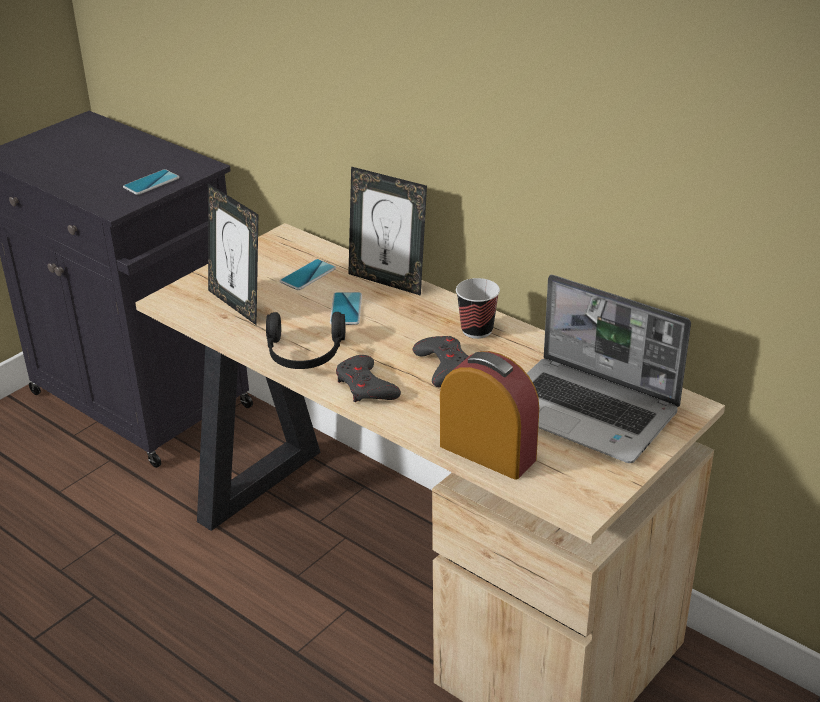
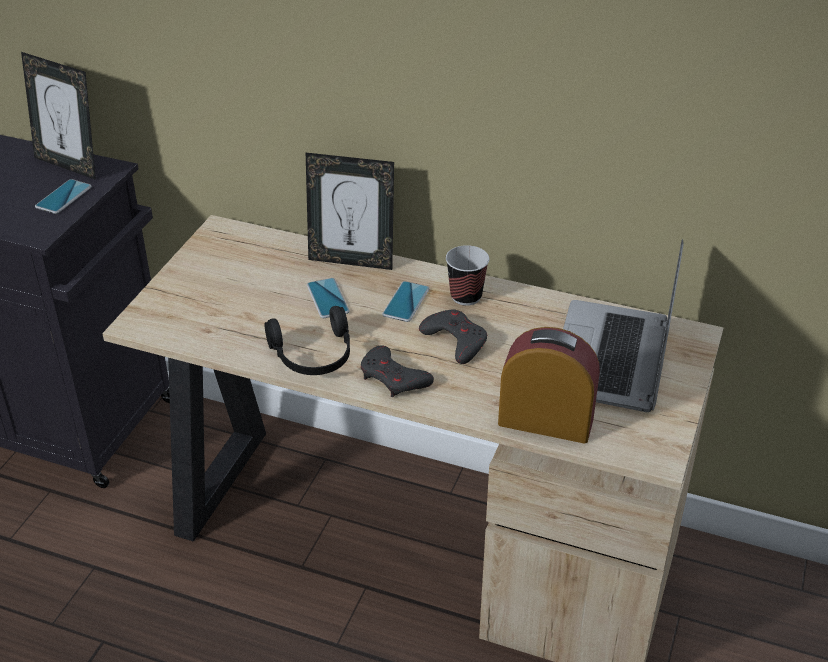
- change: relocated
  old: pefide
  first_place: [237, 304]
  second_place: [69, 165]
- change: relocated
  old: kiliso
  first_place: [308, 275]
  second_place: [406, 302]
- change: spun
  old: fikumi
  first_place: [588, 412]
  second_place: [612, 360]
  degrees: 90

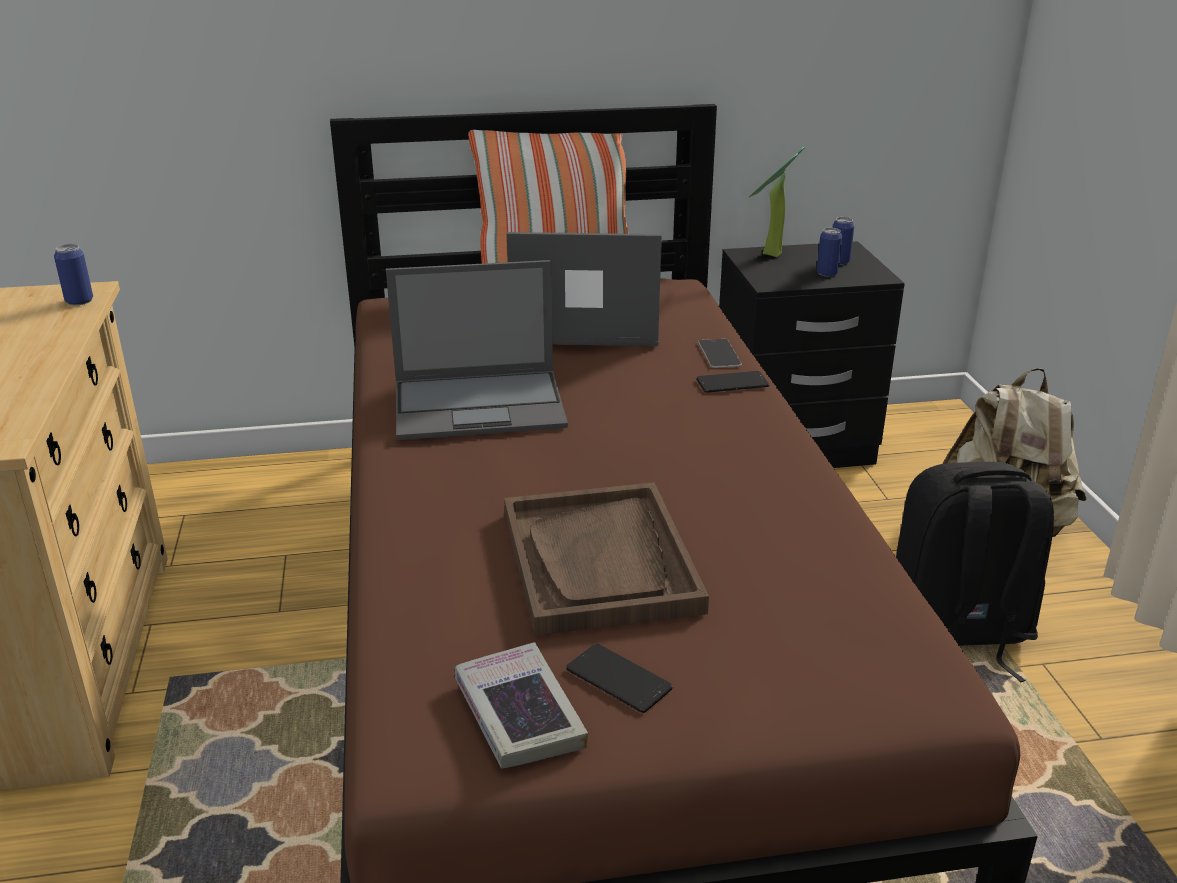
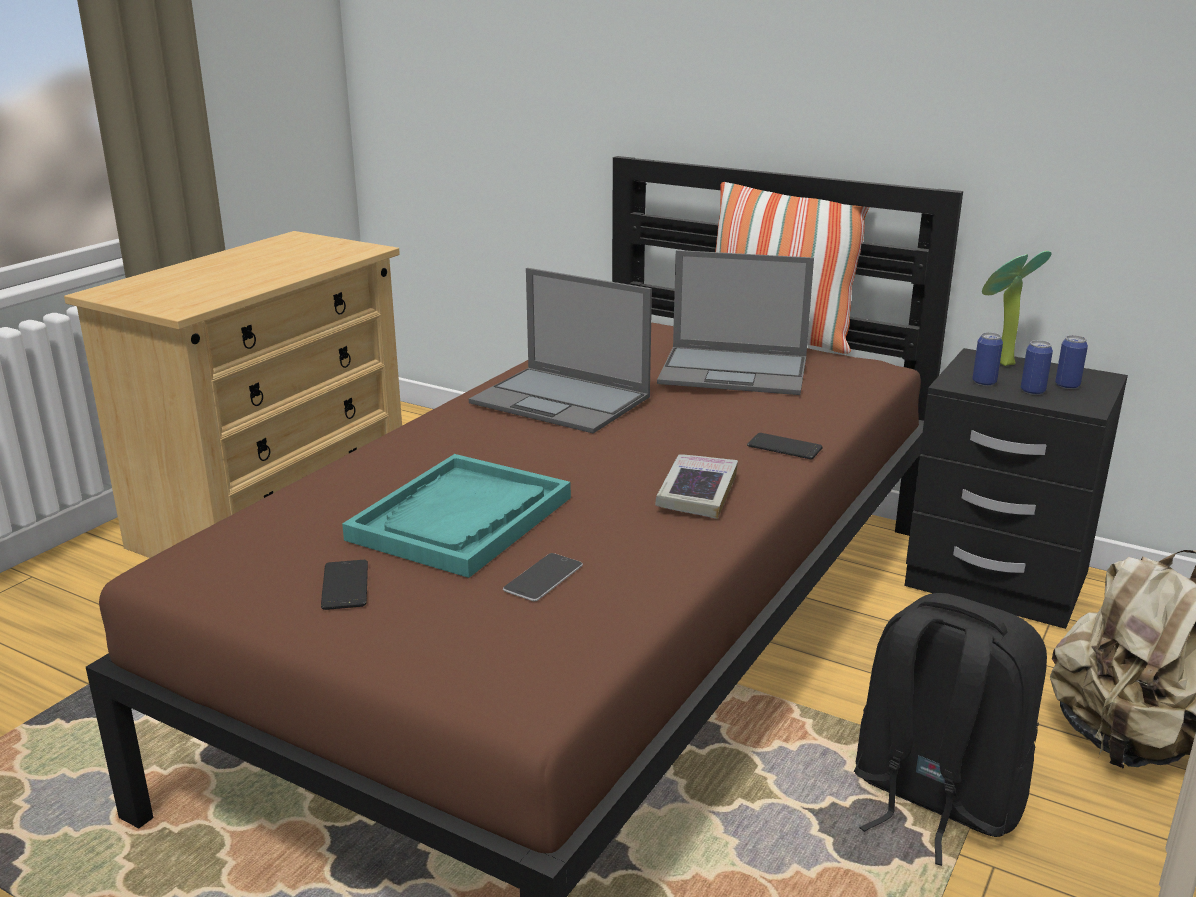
- change: relocated
  old: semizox
  first_place: [79, 301]
  second_place: [984, 382]
- change: relocated
  old: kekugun
  first_place: [519, 714]
  second_place: [697, 493]
- change: relocated
  old: kiliso
  first_place: [719, 354]
  second_place: [543, 577]
- change: colour
  old: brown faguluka
  new: turquoise faguluka
  first_place: [600, 561]
  second_place: [461, 519]
- change: spun
  old: fikumi
  first_place: [584, 324]
  second_place: [735, 371]
  degrees: 150

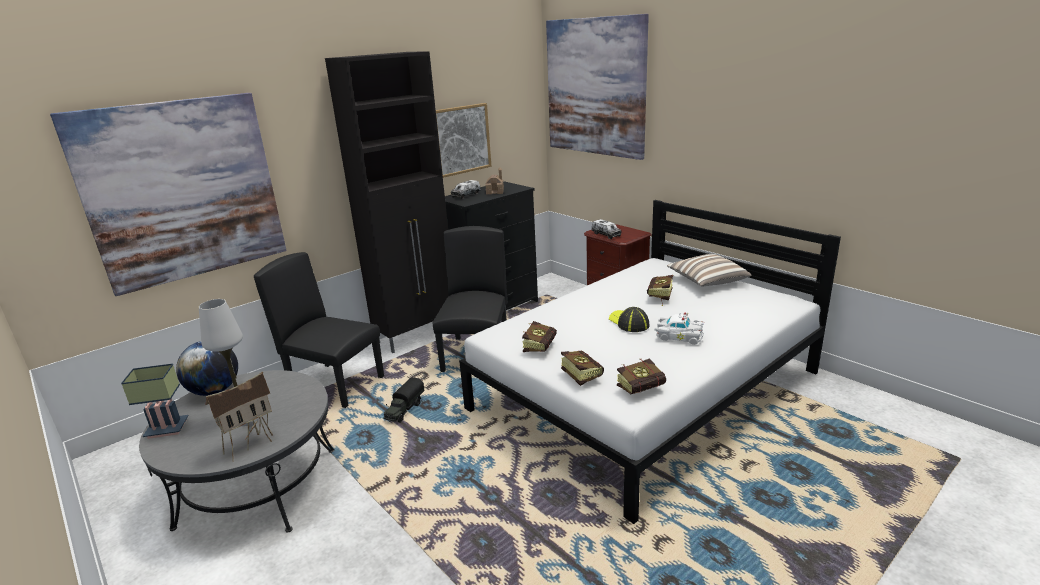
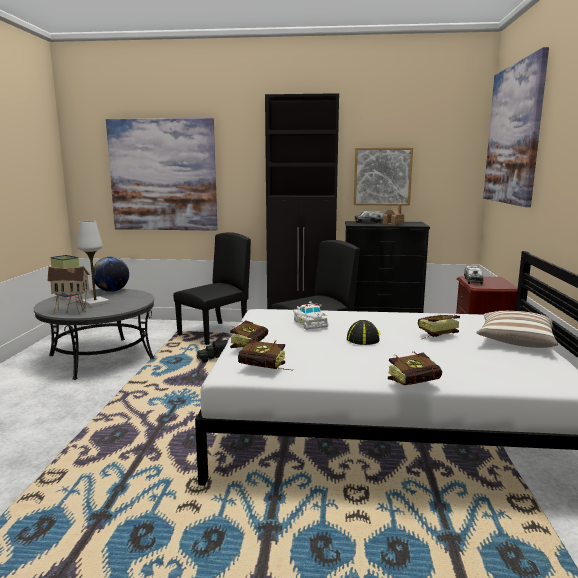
- change: relocated
  old: kekugun
  first_place: [541, 346]
  second_place: [418, 384]
- change: relocated
  old: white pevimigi
  first_place: [678, 336]
  second_place: [310, 323]
- change: spun
  old: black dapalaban
  first_place: [336, 384]
  second_place: [214, 333]
  degrees: 60

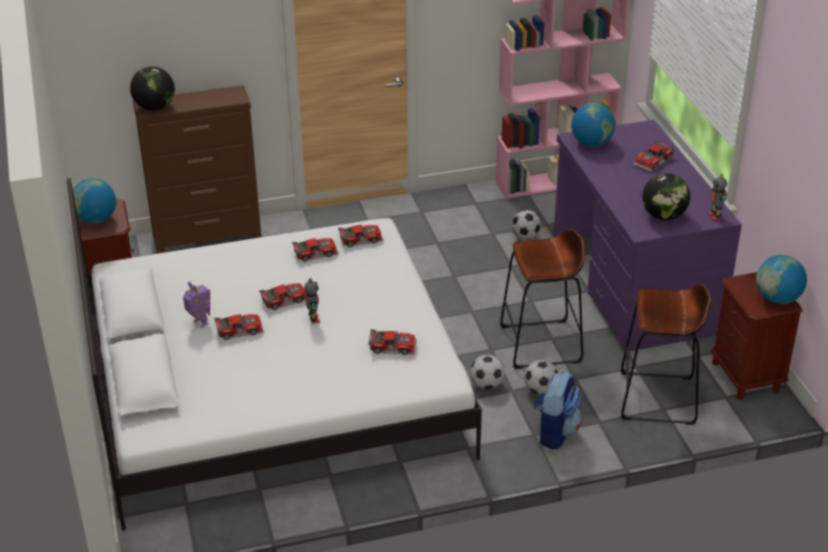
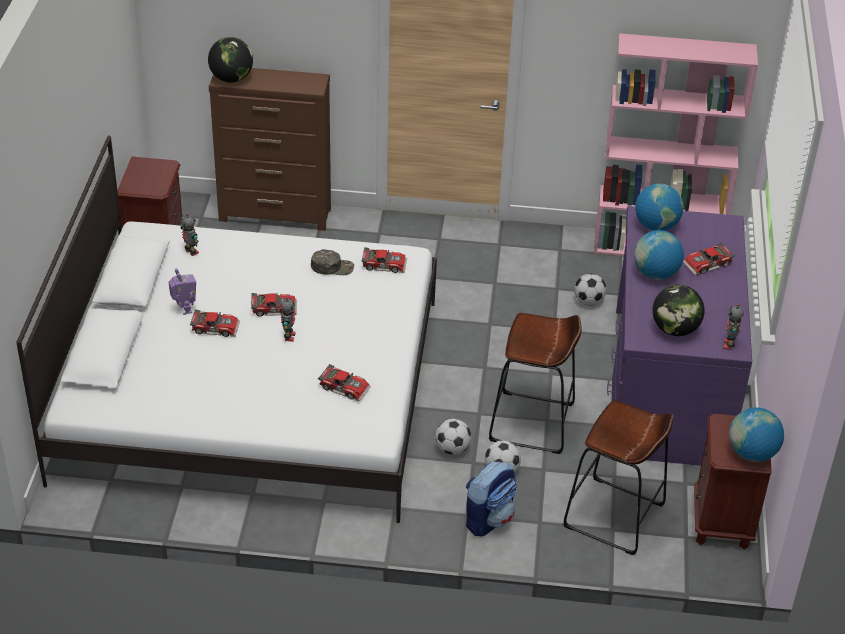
- change: appeared
  new: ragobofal
  second_place: [191, 252]
- change: relocated
  old: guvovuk
  first_place: [96, 219]
  second_place: [655, 274]
- change: exchanged
  old: pevimigi
  new: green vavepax
  first_place: [315, 252]
  second_place: [332, 267]

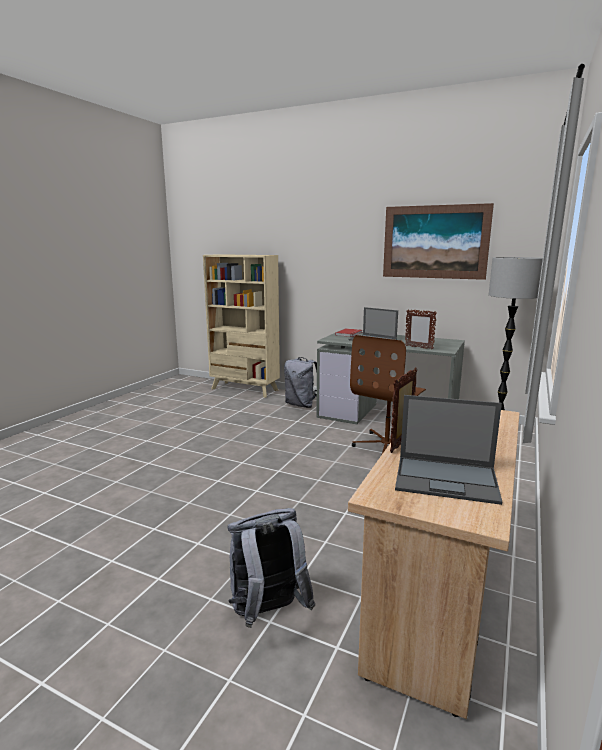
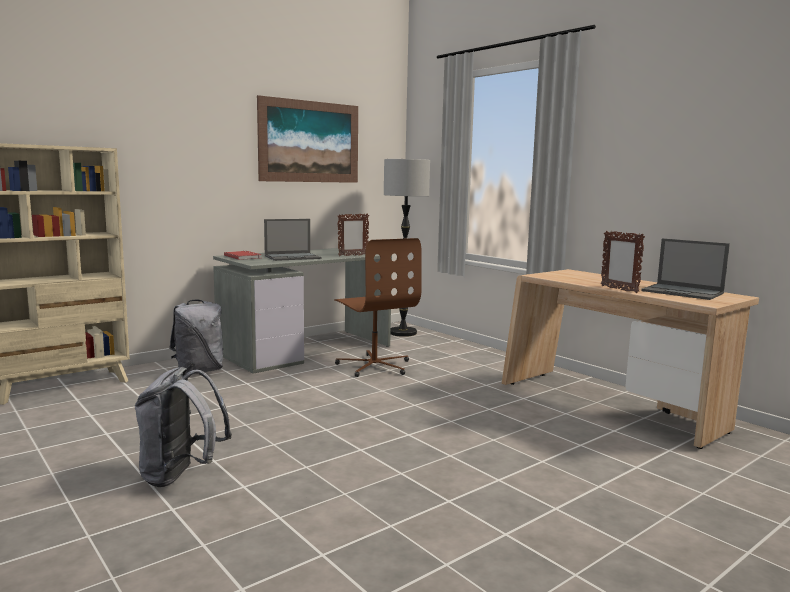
- change: relocated
  old: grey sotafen
  first_place: [267, 613]
  second_place: [181, 476]
- change: spun
  old: fikumi
  first_place: [447, 479]
  second_place: [683, 292]
  degrees: 90

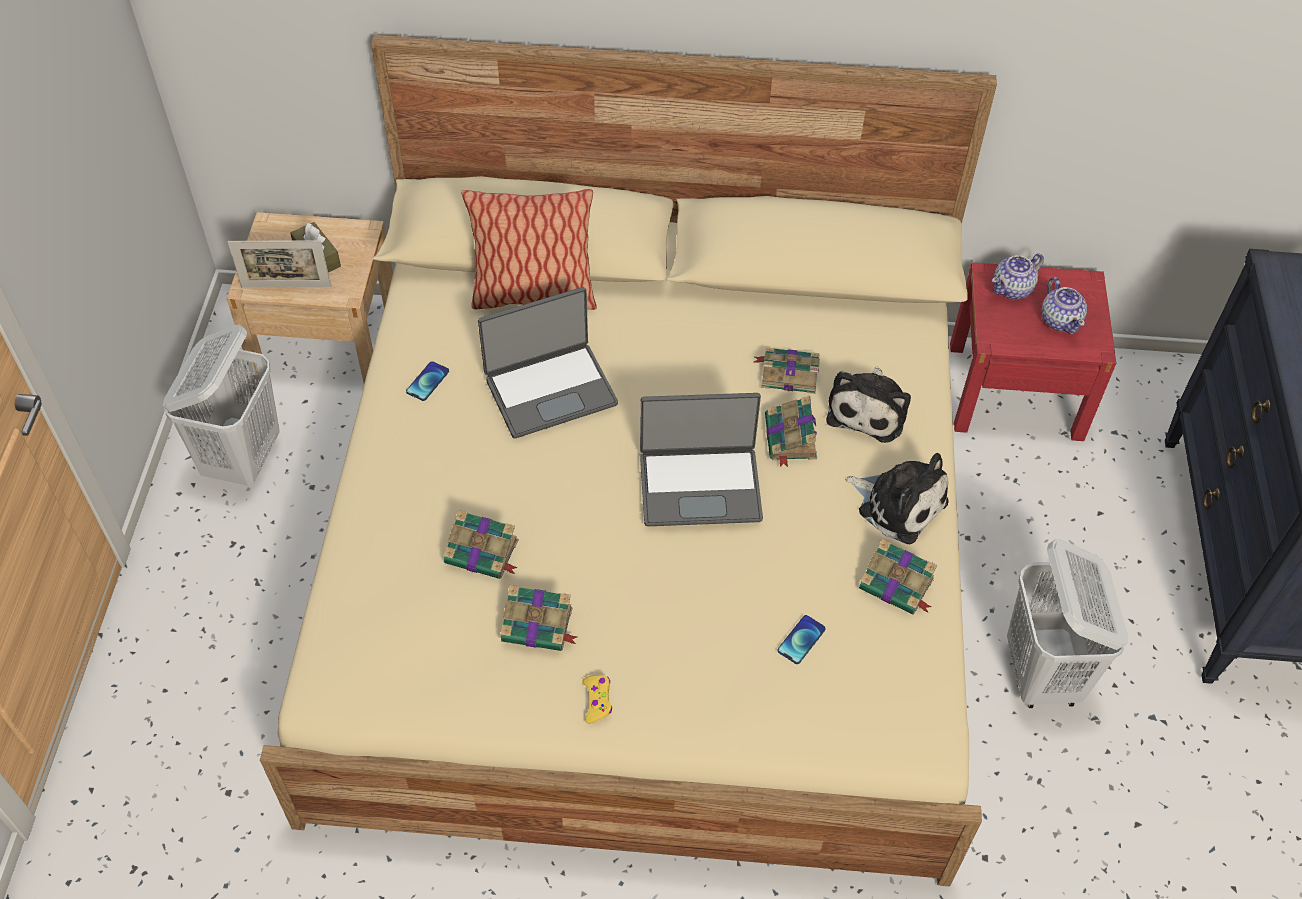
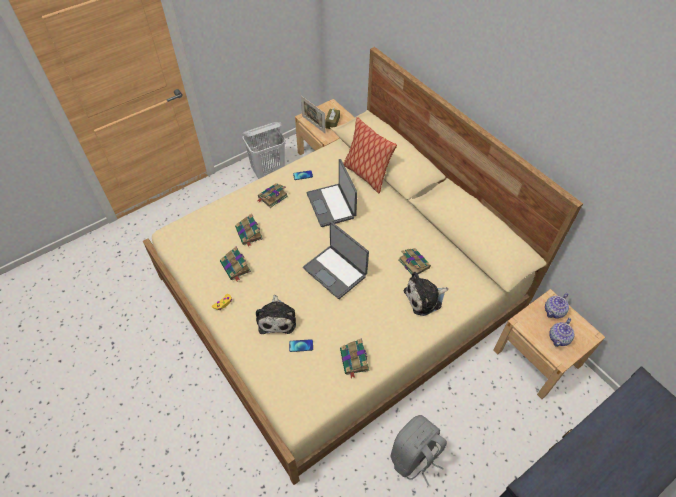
- change: relocated
  old: kekugun
  first_place: [790, 439]
  second_place: [272, 197]
- change: relocated
  old: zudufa
  first_place: [898, 504]
  second_place: [277, 318]
- change: exchanged
  old: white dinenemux
  new: grey sotafen
  first_place: [1042, 675]
  second_place: [414, 457]
- change: colour
  old: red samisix
  new: beige samisix
  first_place: [1015, 391]
  second_place: [537, 357]
- change: spun
  old: fikumi
  first_place: [550, 390]
  second_place: [332, 205]
  degrees: 45
- change: spun
  old: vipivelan
  first_place: [1013, 289]
  second_place: [554, 311]
  degrees: -60

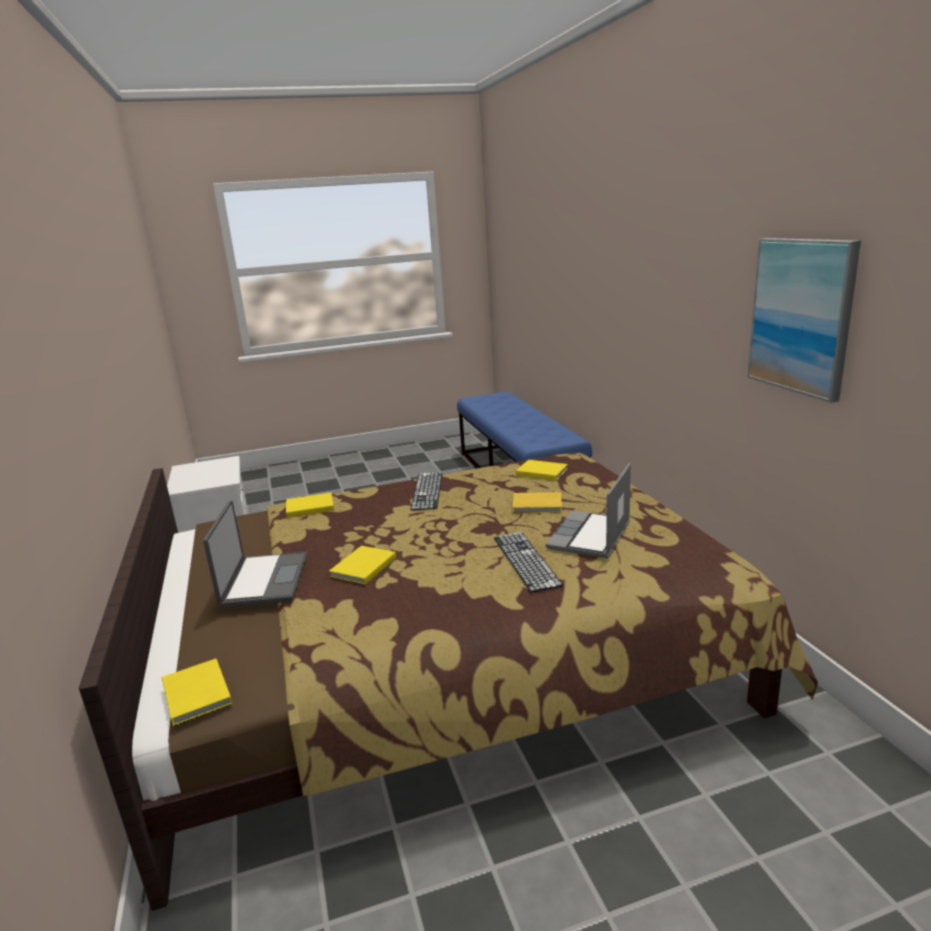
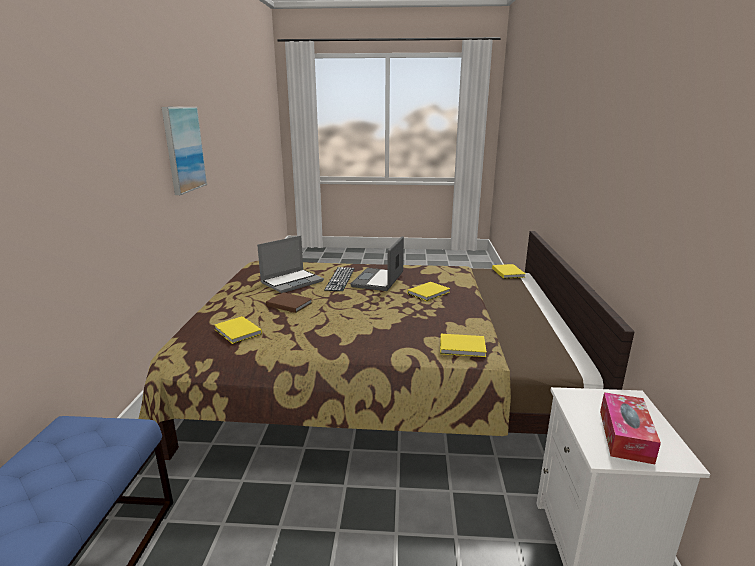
- change: missing
  old: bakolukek
  first_place: [427, 490]
- change: appeared
  new: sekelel
  second_place: [625, 436]
- change: relocated
  old: fikumi
  first_place: [263, 581]
  second_place: [378, 280]
- change: colour
  old: yellow kekugun
  new: brown kekugun
  first_place: [538, 505]
  second_place: [289, 304]

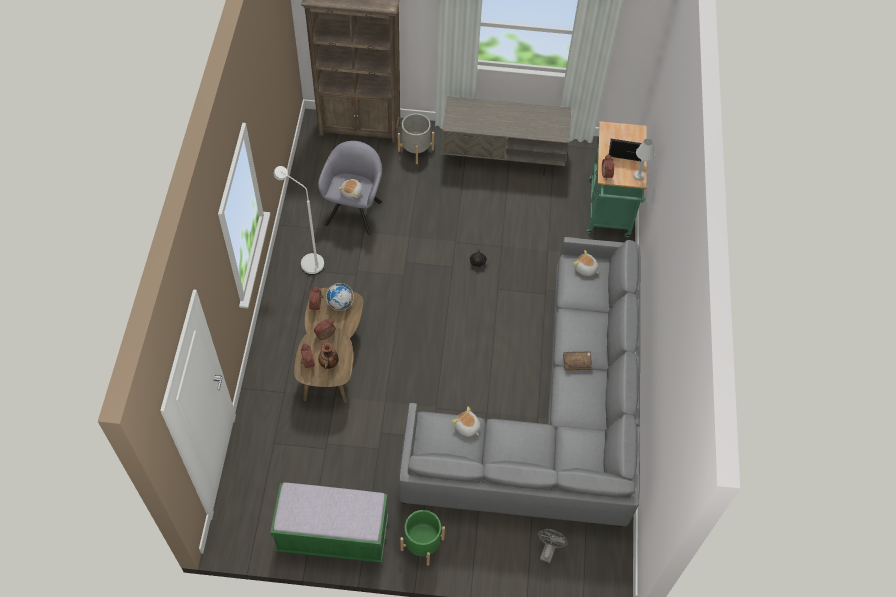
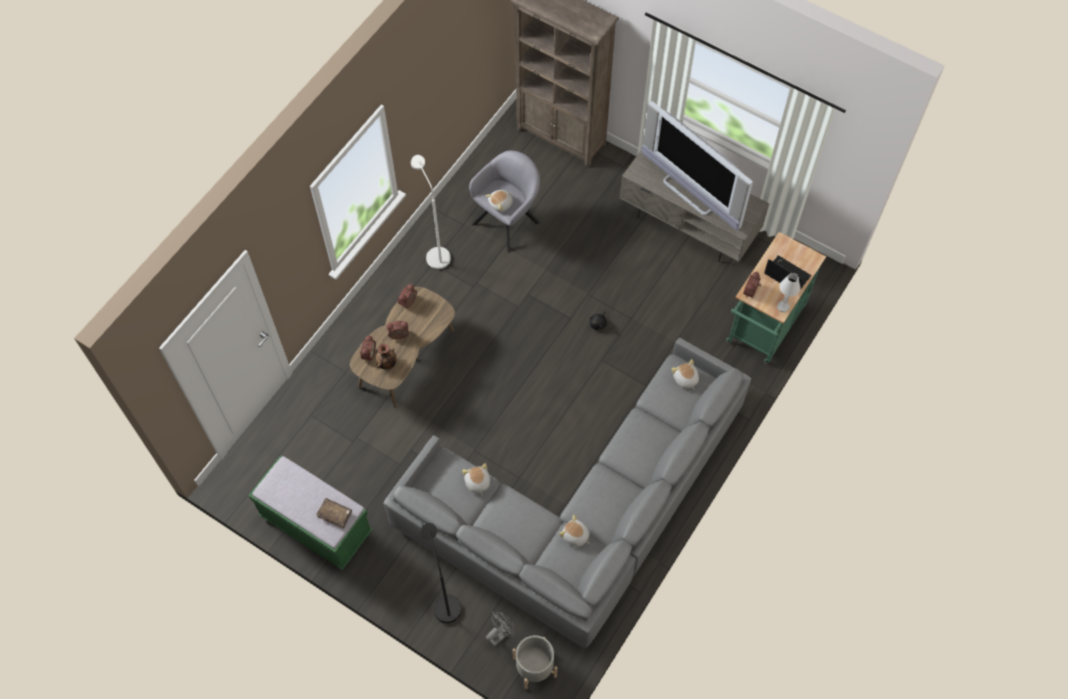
- change: missing
  old: guvovuk
  first_place: [340, 303]
- change: missing
  old: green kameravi
  first_place: [422, 544]
- change: appeared
  new: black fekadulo
  second_place: [445, 602]
- change: appeared
  new: zudufa
  second_place: [575, 536]
- change: appeared
  new: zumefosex
  second_place: [691, 192]
- change: relocated
  old: grey kameravi
  first_place: [415, 150]
  second_place: [534, 667]
- change: relocated
  old: brown kekugun
  first_place: [577, 362]
  second_place: [335, 514]

